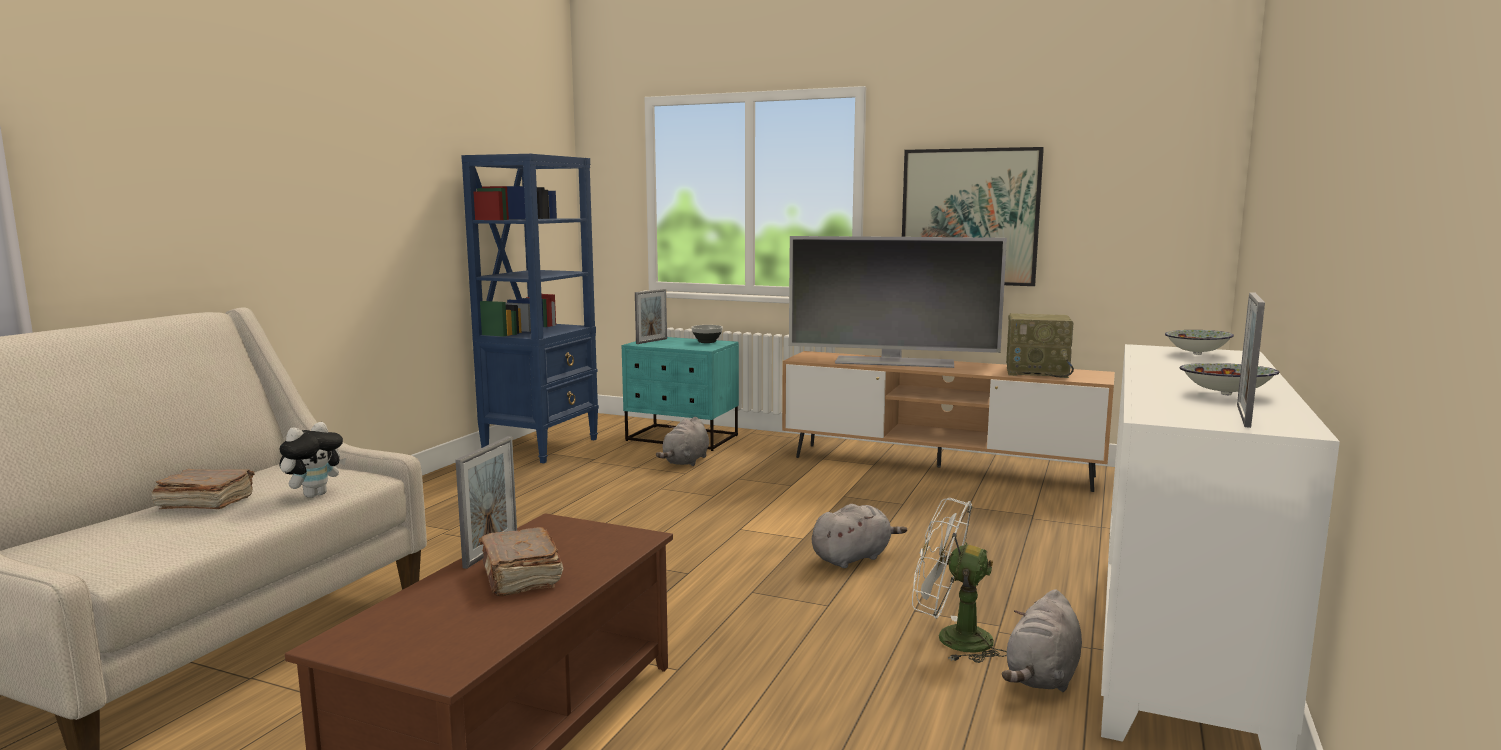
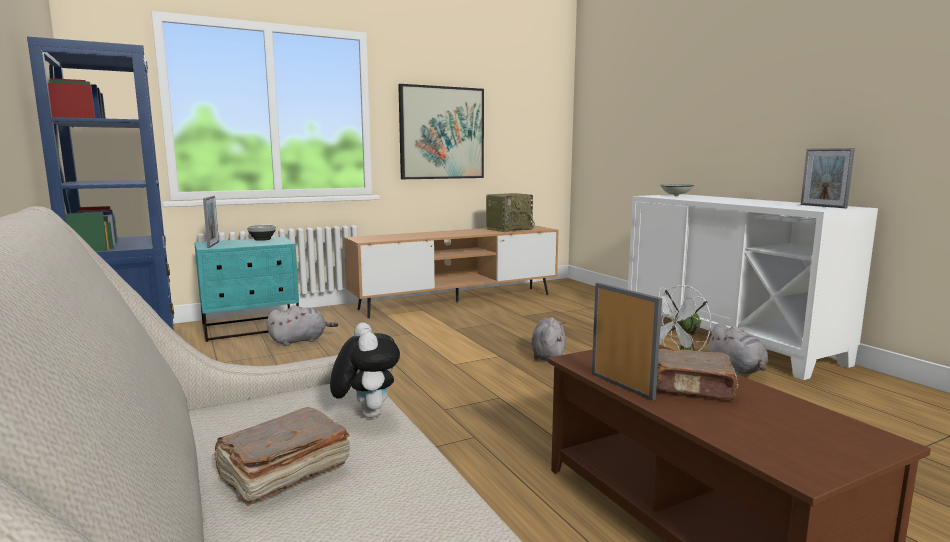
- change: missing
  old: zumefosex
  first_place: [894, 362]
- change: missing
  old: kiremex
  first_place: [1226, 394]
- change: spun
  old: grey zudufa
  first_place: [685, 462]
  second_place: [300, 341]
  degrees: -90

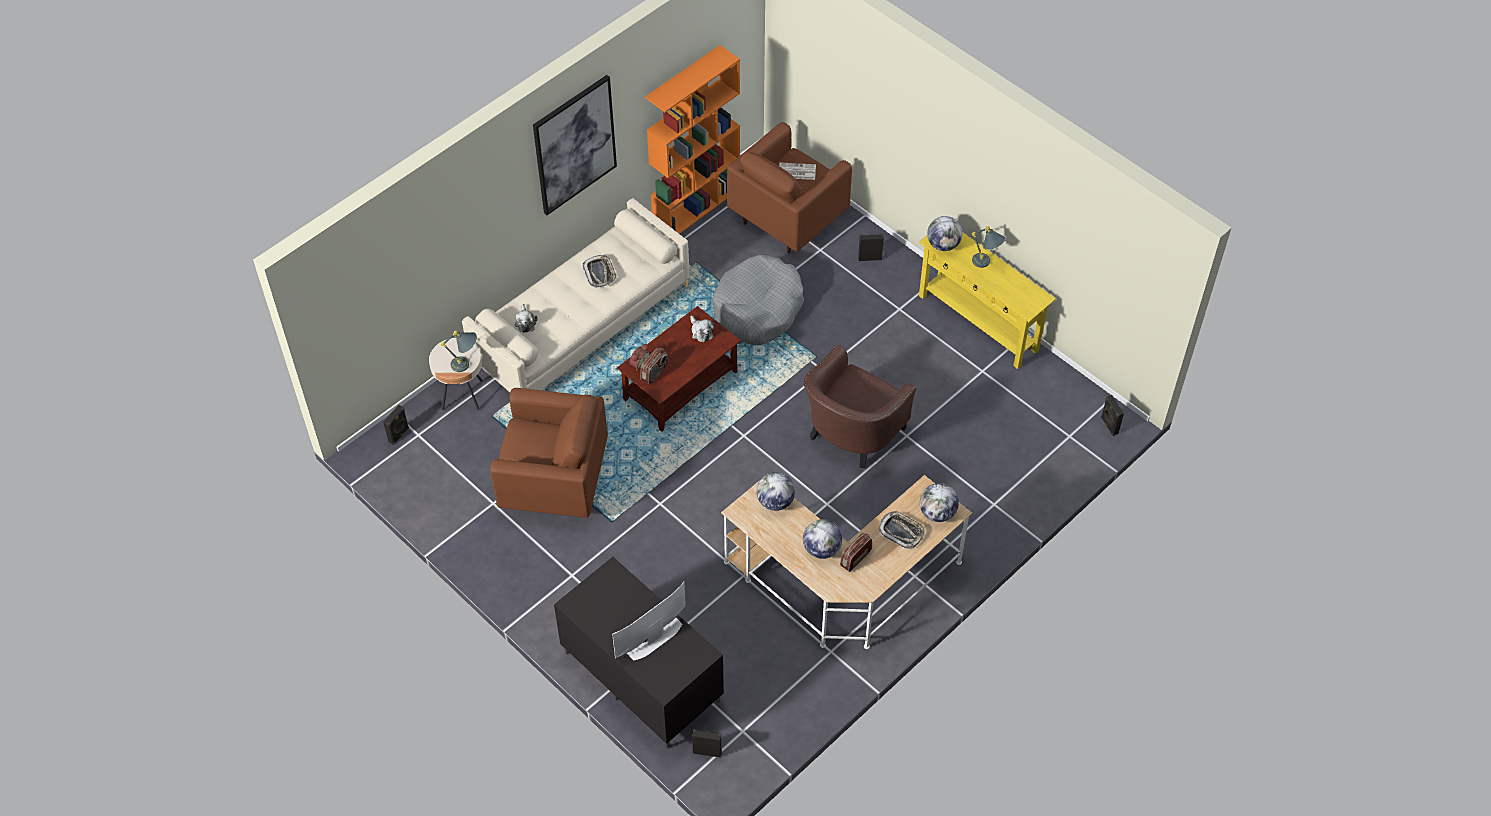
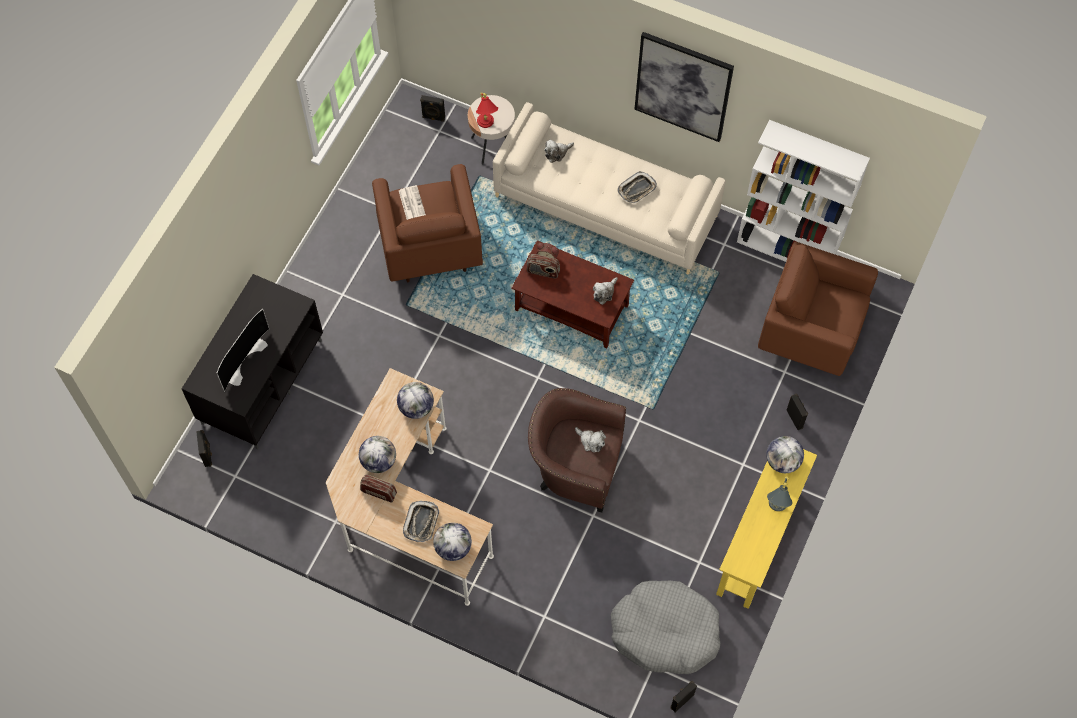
- change: appeared
  new: zudufa
  second_place: [591, 441]
- change: relocated
  old: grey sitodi
  first_place: [757, 309]
  second_place: [664, 631]
- change: relocated
  old: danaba
  first_place: [796, 172]
  second_place: [411, 203]
- change: colour
  old: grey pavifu
  new: red pavifu
  first_place: [466, 365]
  second_place: [486, 126]
- change: colour
  old: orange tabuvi
  new: white tabuvi
  first_place: [696, 206]
  second_place: [787, 249]
- change: spun
  old: zumefosex
  first_place: [654, 638]
  second_place: [243, 359]
  degrees: 90

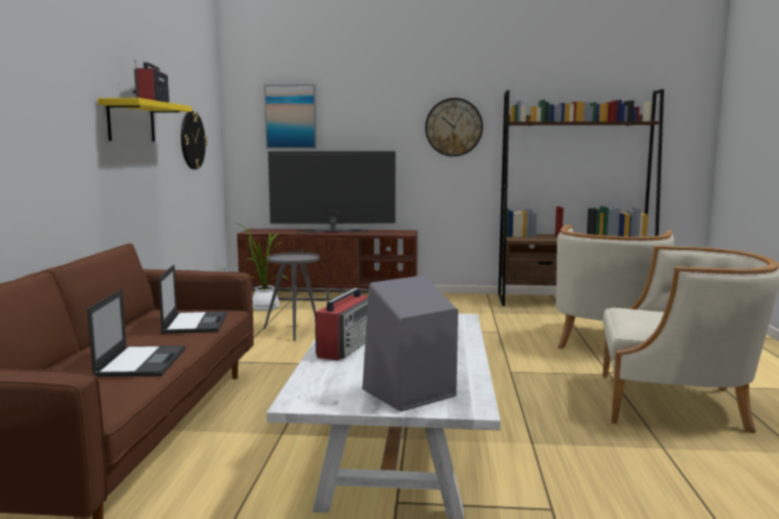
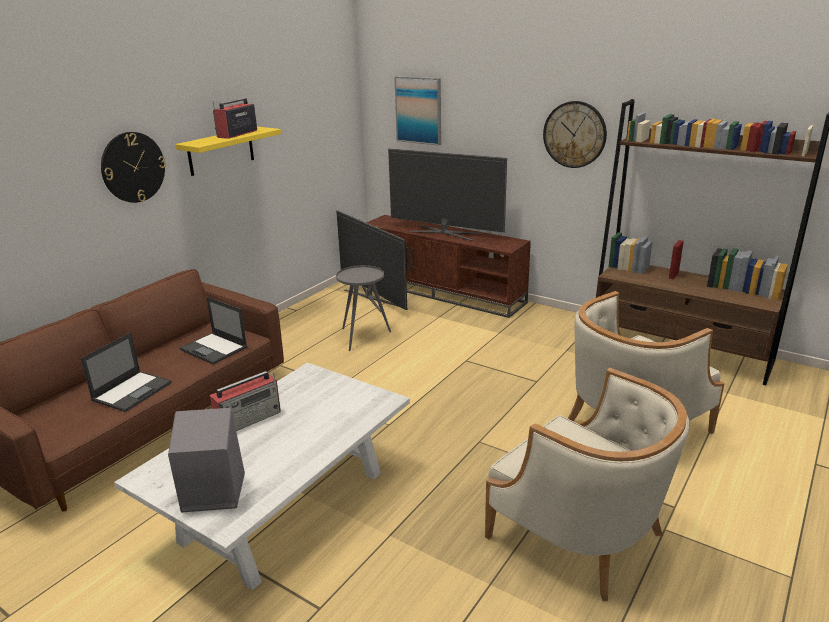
- change: relocated
  old: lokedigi
  first_place: [192, 140]
  second_place: [133, 167]
- change: exchanged
  old: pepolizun
  new: zumefosex
  first_place: [263, 307]
  second_place: [371, 298]
- change: spun
  old: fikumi
  first_place: [195, 323]
  second_place: [214, 348]
  degrees: 105

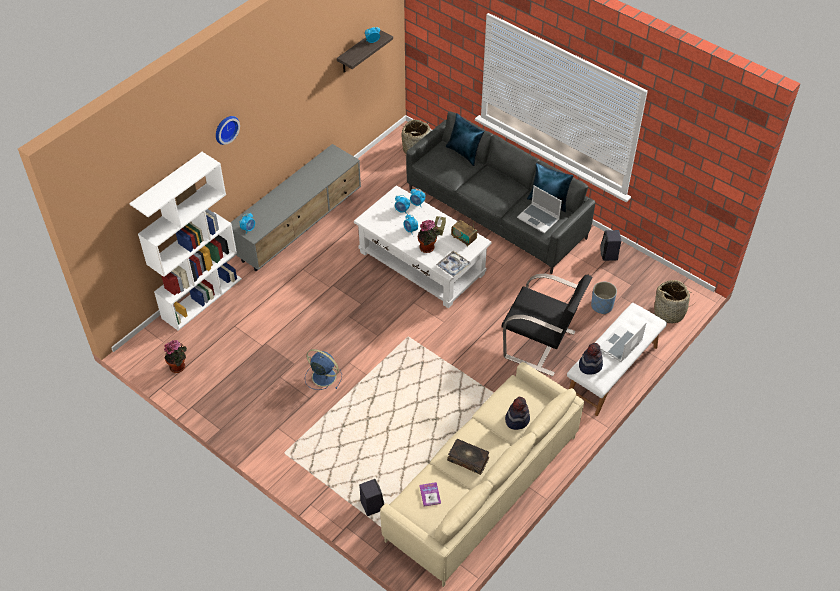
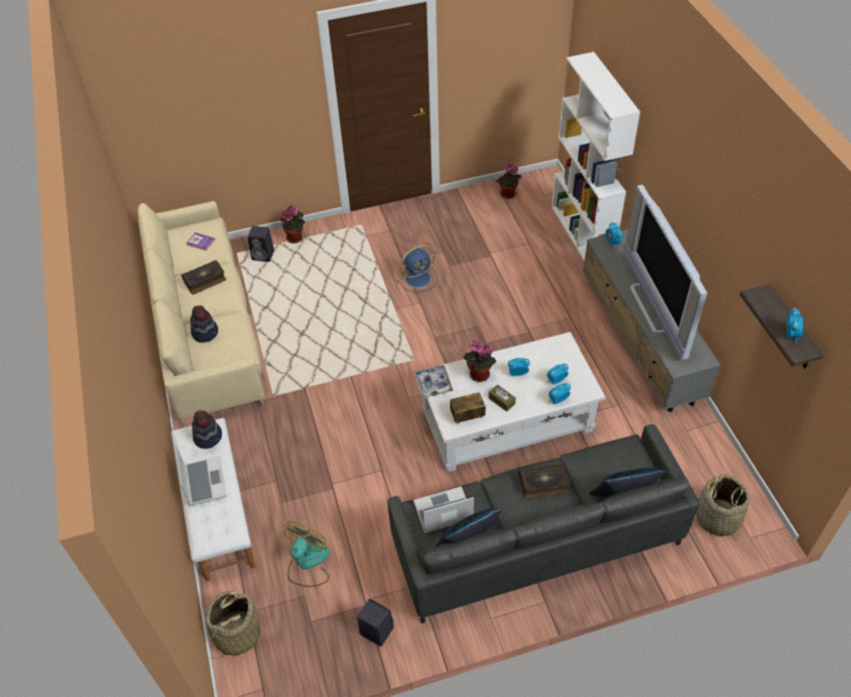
- change: missing
  old: lokedigi
  first_place: [225, 129]
- change: missing
  old: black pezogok
  first_place: [540, 345]
- change: appeared
  new: pepolizun
  second_place: [296, 237]
- change: appeared
  new: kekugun
  second_place: [543, 484]
- change: appeared
  new: zumefosex
  second_place: [654, 308]
- change: exchanged
  old: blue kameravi
  new: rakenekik
  first_place: [602, 306]
  second_place: [307, 563]

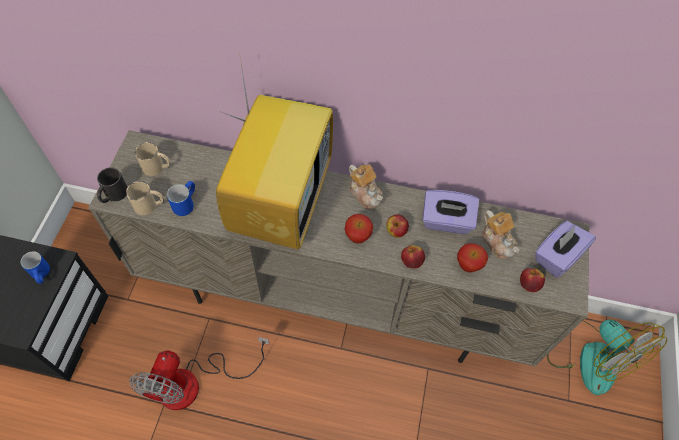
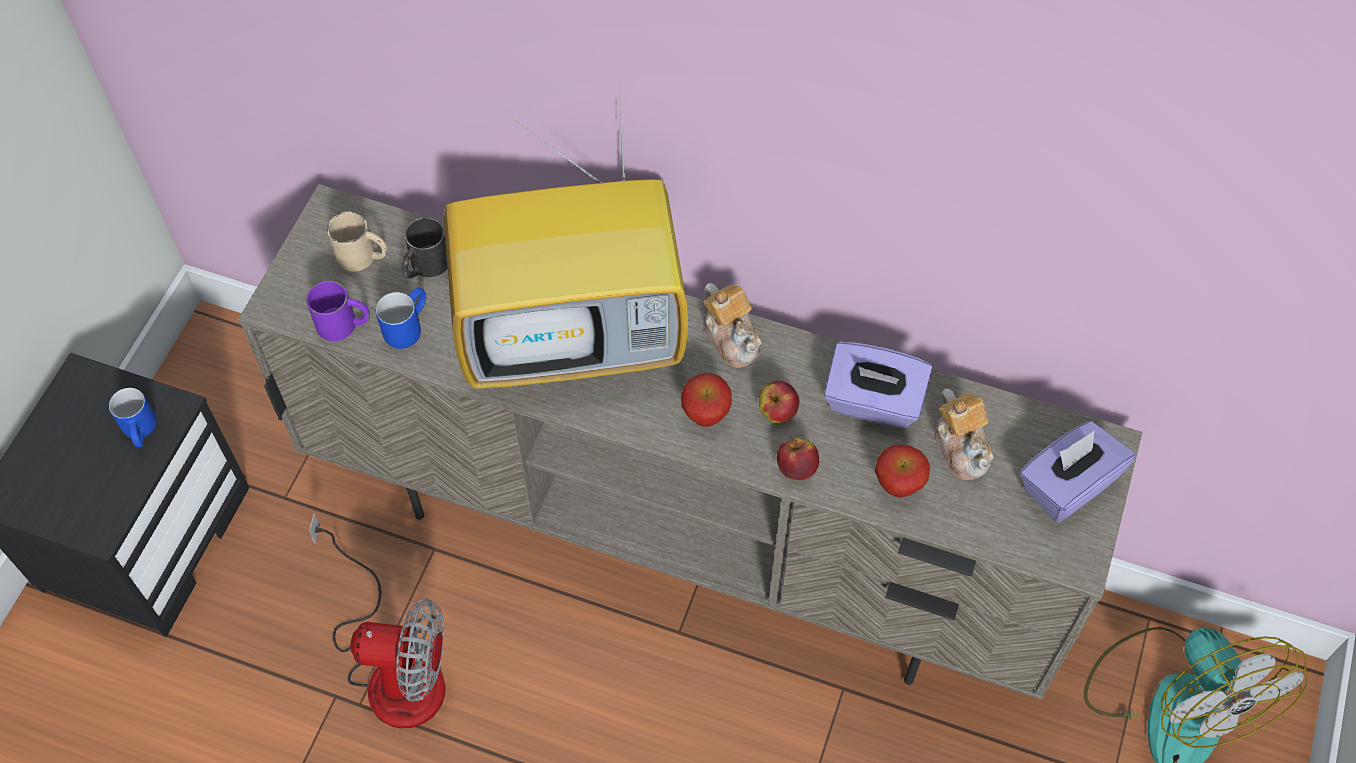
- change: missing
  old: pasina
  first_place: [528, 284]
- change: relocated
  old: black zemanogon
  first_place: [113, 195]
  second_place: [425, 266]
- change: colour
  old: beige zemanogon
  new: purple zemanogon
  first_place: [150, 205]
  second_place: [344, 324]
- change: spun
  old: rakenekik
  first_place: [194, 383]
  second_place: [394, 666]
  degrees: -105
- change: spun
  old: zumefosex
  first_place: [280, 200]
  second_place: [576, 335]
  degrees: 60

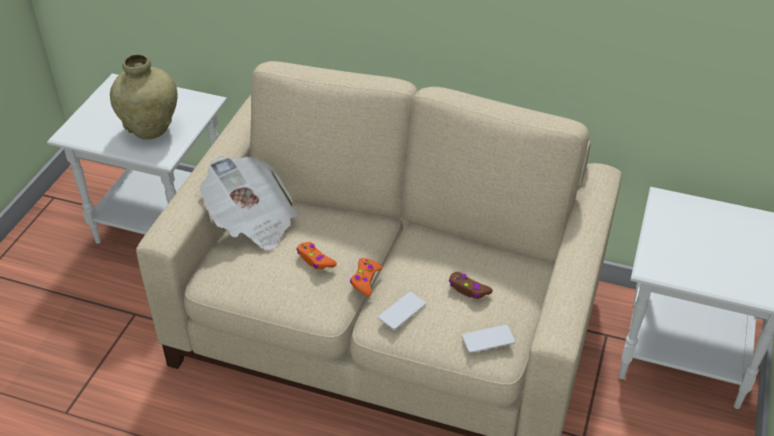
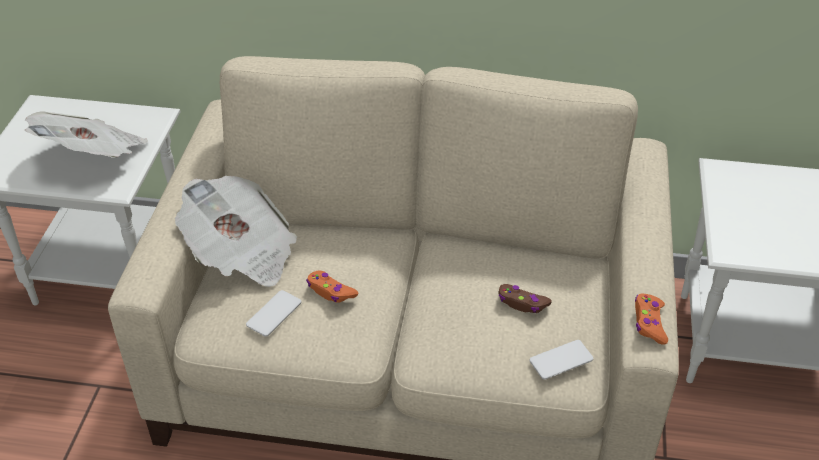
- change: relocated
  old: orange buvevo
  first_place: [365, 280]
  second_place: [649, 323]
- change: relocated
  old: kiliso
  first_place: [402, 311]
  second_place: [274, 314]
- change: exchanged
  old: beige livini
  new: danaba
  first_place: [151, 129]
  second_place: [94, 156]

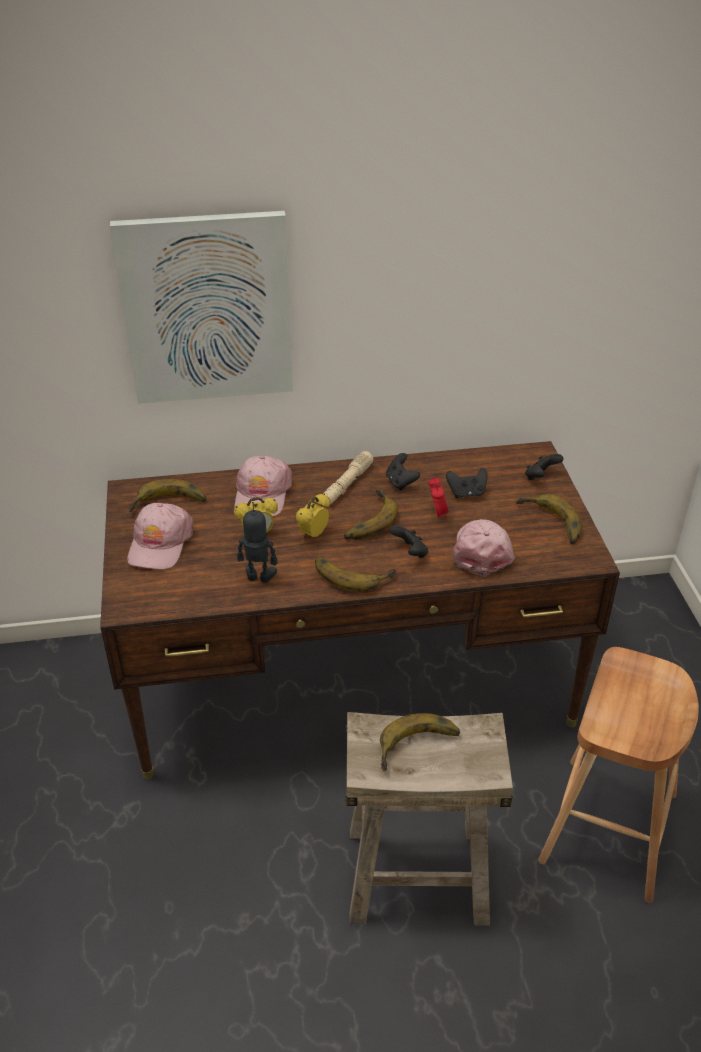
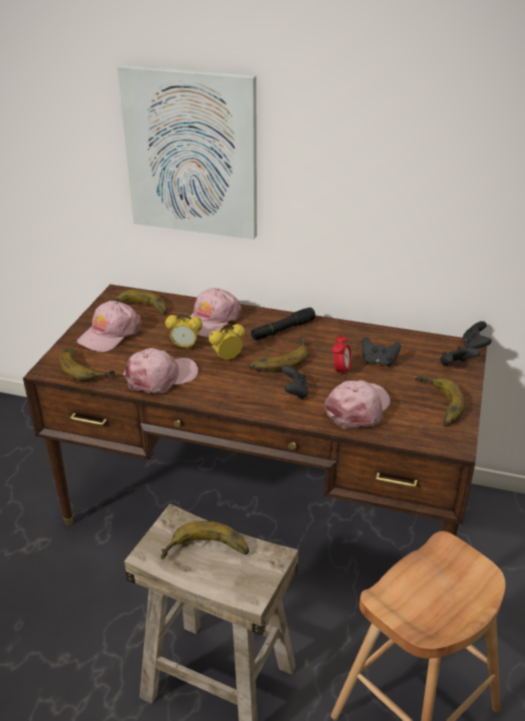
- change: relocated
  old: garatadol
  first_place: [352, 573]
  second_place: [87, 367]
- change: relocated
  old: black buvevo
  first_place: [401, 482]
  second_place: [474, 346]
- change: exchanged
  old: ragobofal
  new: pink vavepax
  first_place: [259, 577]
  second_place: [161, 377]
- change: colour
  old: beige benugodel
  new: black benugodel
  first_place: [347, 484]
  second_place: [283, 330]

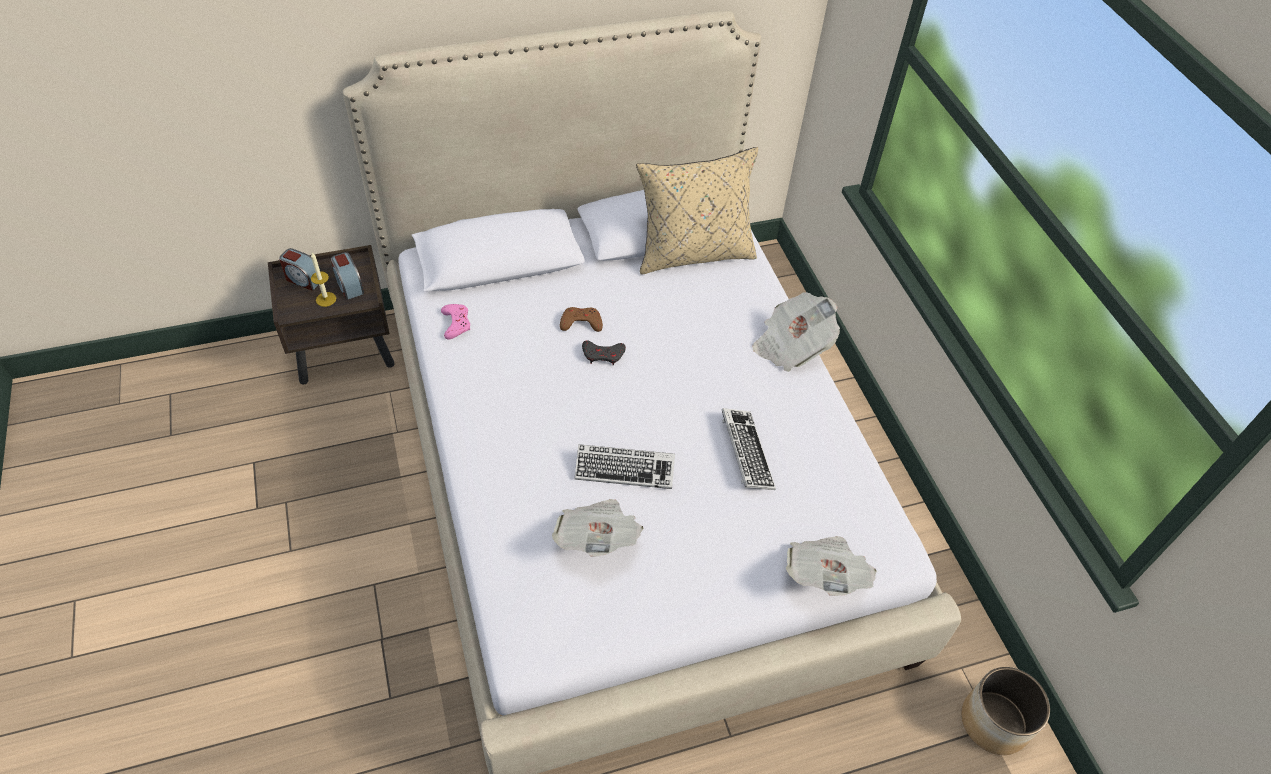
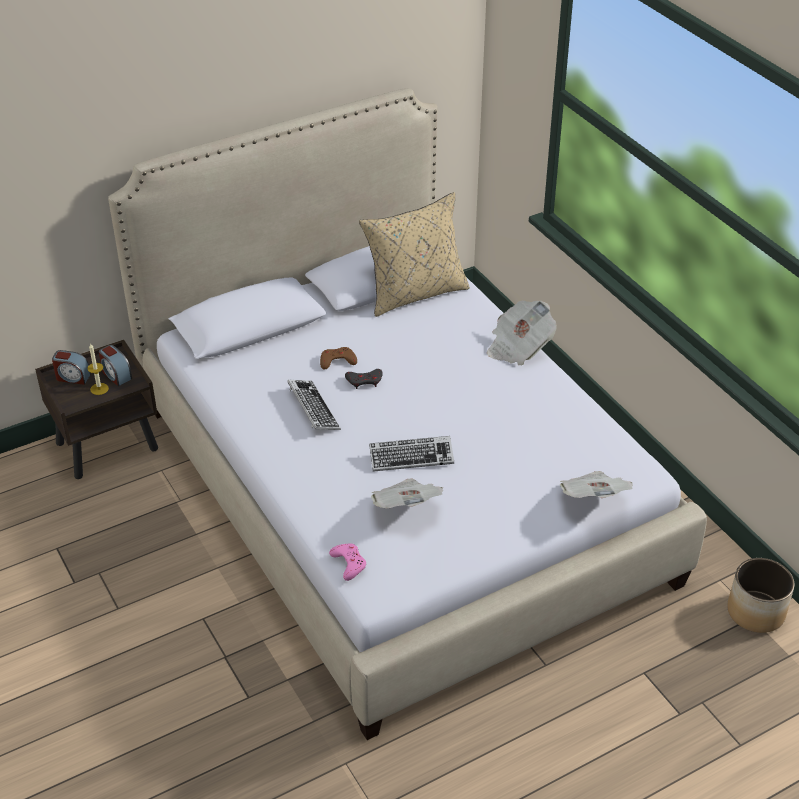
- change: relocated
  old: pink buvevo
  first_place: [456, 323]
  second_place: [349, 563]
- change: relocated
  old: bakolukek
  first_place: [746, 452]
  second_place: [313, 409]

